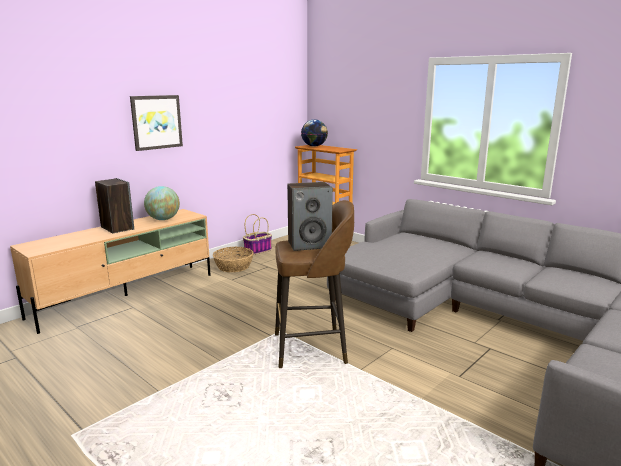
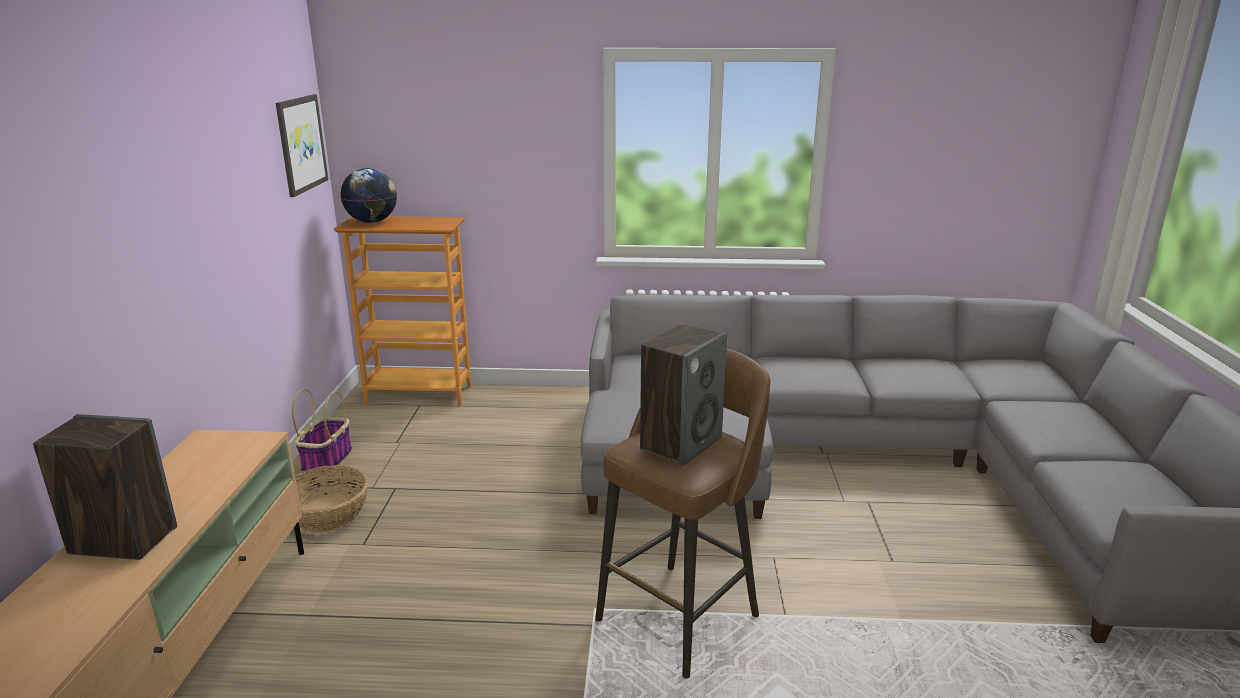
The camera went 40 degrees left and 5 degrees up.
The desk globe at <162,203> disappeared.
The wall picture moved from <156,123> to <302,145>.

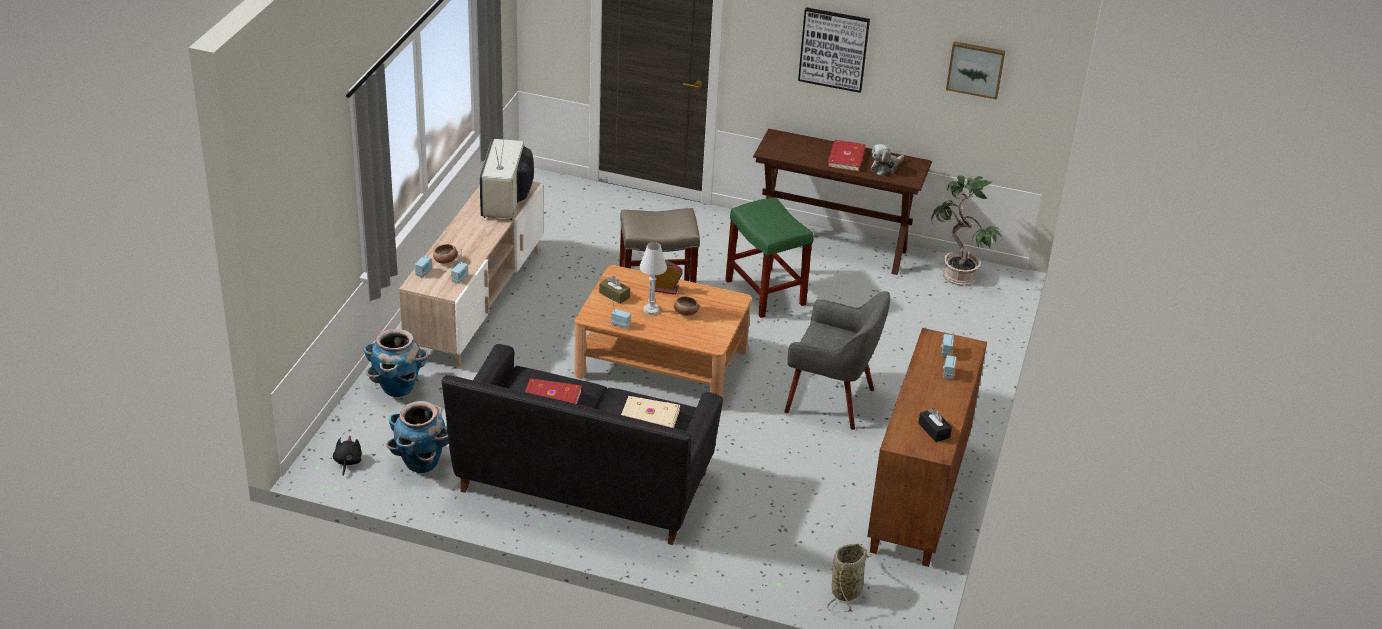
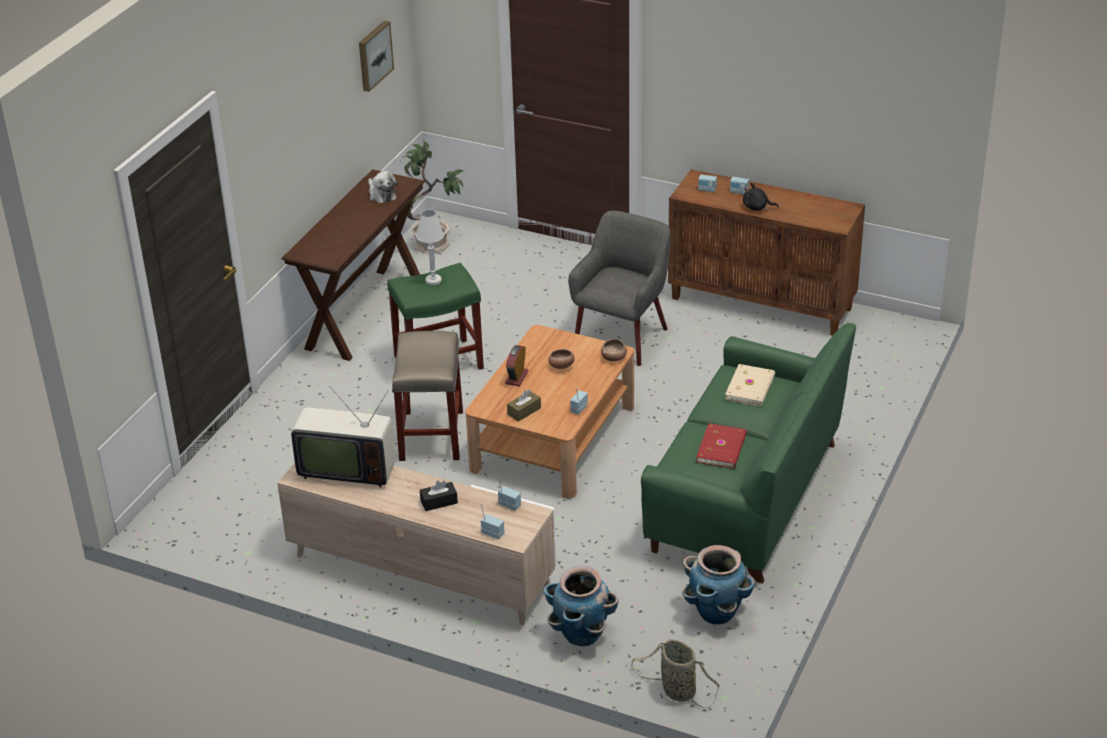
The camera went 80 degrees left and 0 degrees up.
The wall picture at <834,50> disappeared.
The red-coloured volume at <846,156> disappeared.
The blackish soft toy moved from <347,456> to <761,197>.
The bowl moved from <445,254> to <614,350>.
The whitish lamp for a table moved from <653,278> to <430,247>.
The household basket moved from <849,578> to <675,673>.
The blackish tissue holder moved from <935,425> to <439,496>.
The blackish couch at <582,444> became the green couch at <748,453>.

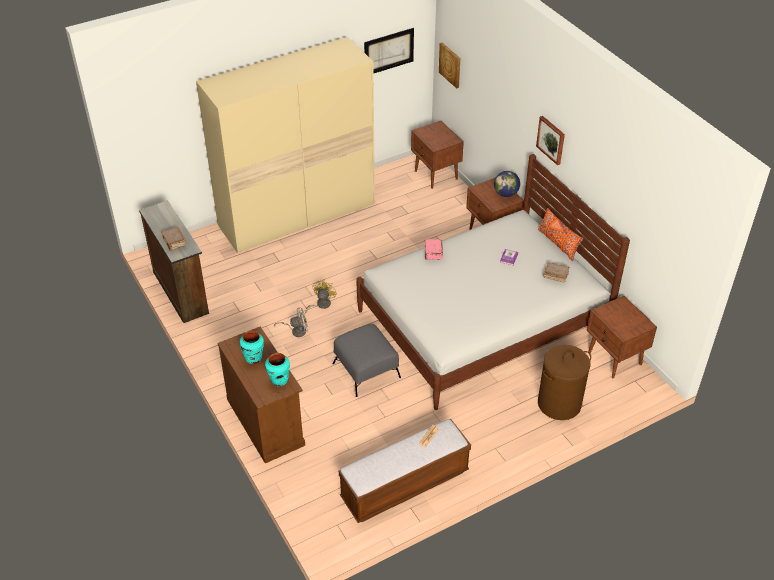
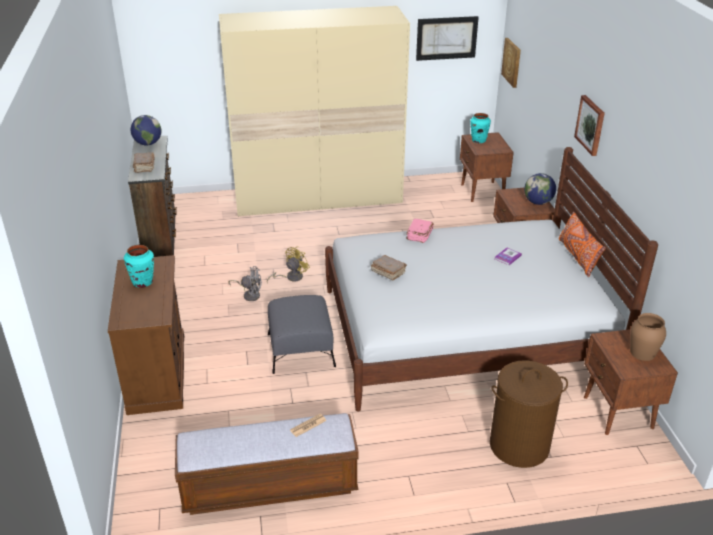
The camera went 20 degrees right and 10 degrees down.
The desk globe at <146,130> appeared.
The brown-coloured decorative vase at <648,337> appeared.
The blue-green decorative vase moved from <277,369> to <480,128>.
The brown-coloured volume moved from <556,272> to <389,267>.

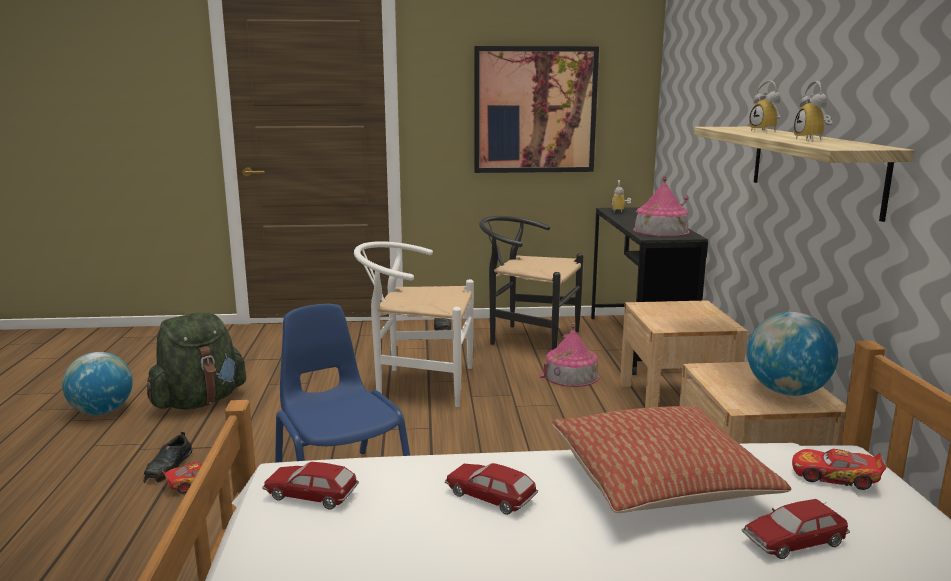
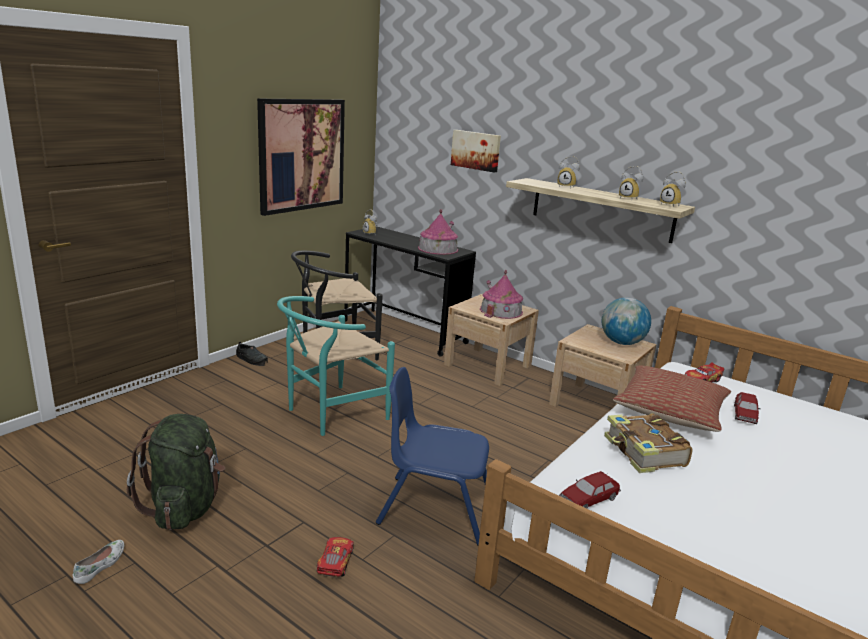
The camera went 50 degrees left and 5 degrees up.
The blackish low shoe at <168,457> disappeared.
The wall picture at <476,151> appeared.
The bedside clock at <673,189> appeared.
The miniature house moved from <569,355> to <501,294>.
The desk globe at <97,383> was replaced by the whitish low shoe at <98,562>.
The model car at <491,489> was replaced by the volume at <648,443>.
The whitish upright chair at <414,324> became the blue-green upright chair at <336,366>.

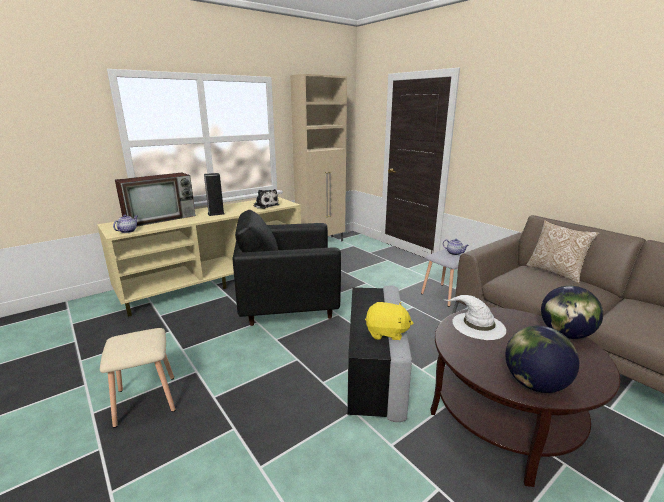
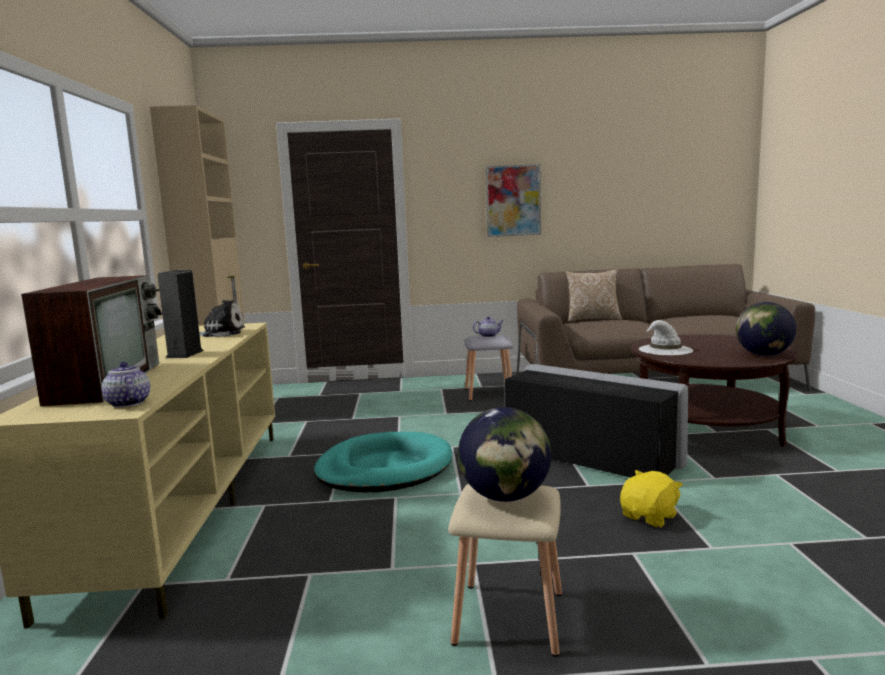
The camera went 55 degrees left and 10 degrees down.
The wall picture at <513,200> appeared.
The yellow-coloured soft toy moved from <389,321> to <651,499>.
The desk globe moved from <572,312> to <504,454>.
The blackish easy chair at <287,268> was replaced by the blue-green dog bed at <383,462>.

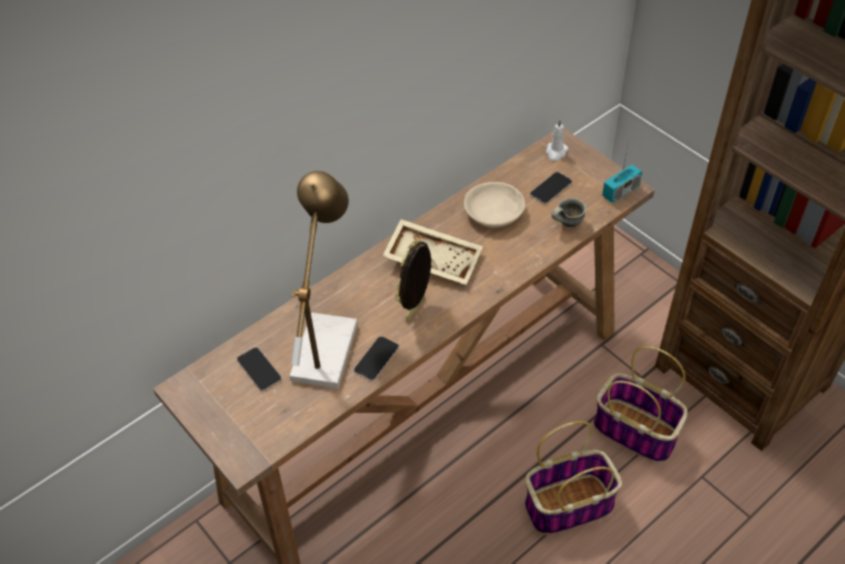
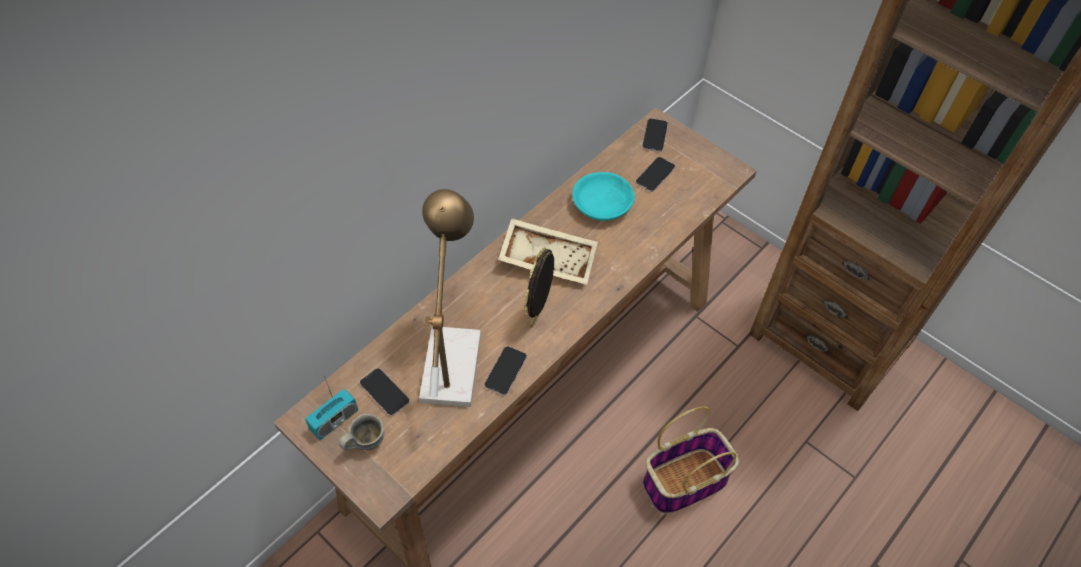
The camera went 10 degrees left and 5 degrees up.
The household basket at <641,404> disappeared.
The gray coffee mug moved from <569,212> to <361,432>.
The radio moved from <622,171> to <331,406>.
The whitish candle at <557,140> was replaced by the handset at <655,135>.
The beige-coloured bowl at <495,205> became the blue-green bowl at <603,196>.

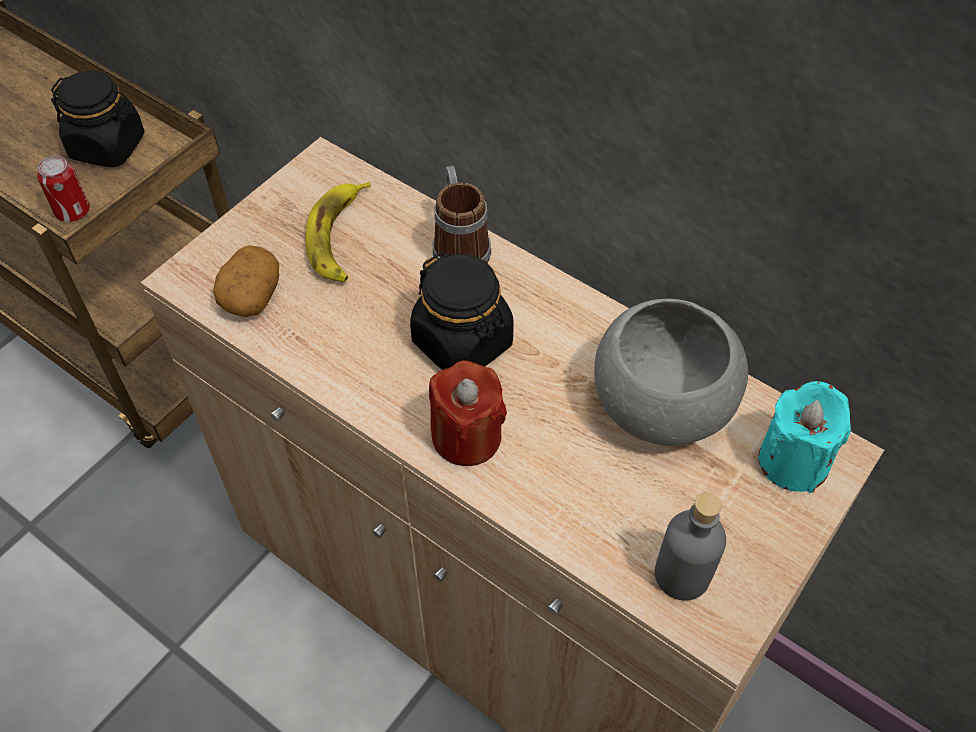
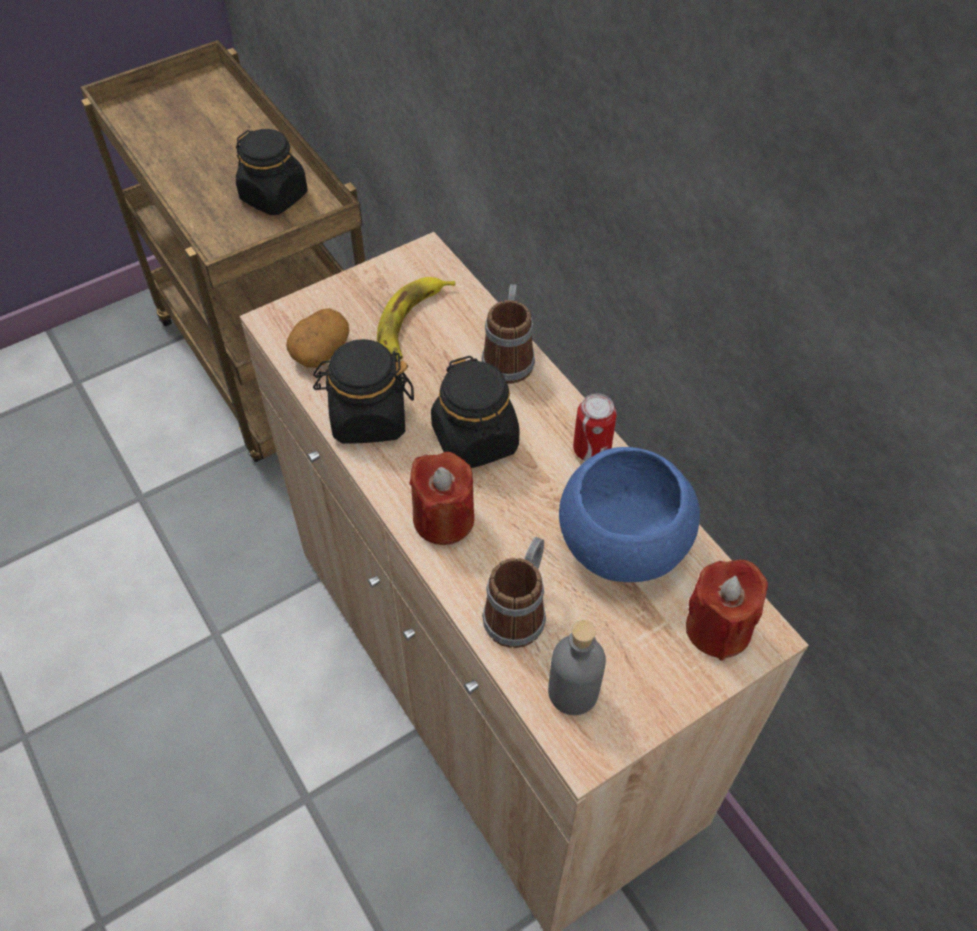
The camera went 20 degrees right and 0 degrees up.
The blackish storage jar at <363,391> appeared.
The coffee mug at <514,592> appeared.
The can moved from <63,189> to <595,427>.
The gray bowl at <671,372> became the blue-coloured bowl at <629,514>.
The blue-green candle at <804,437> became the red-coloured candle at <727,610>.

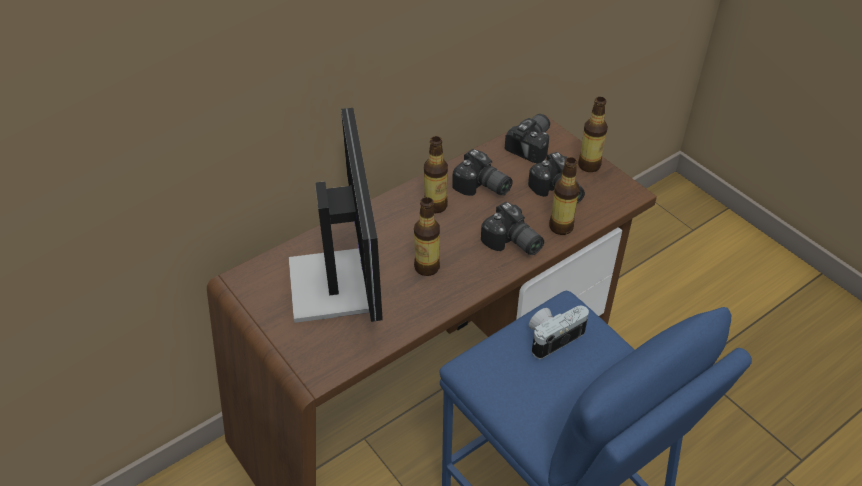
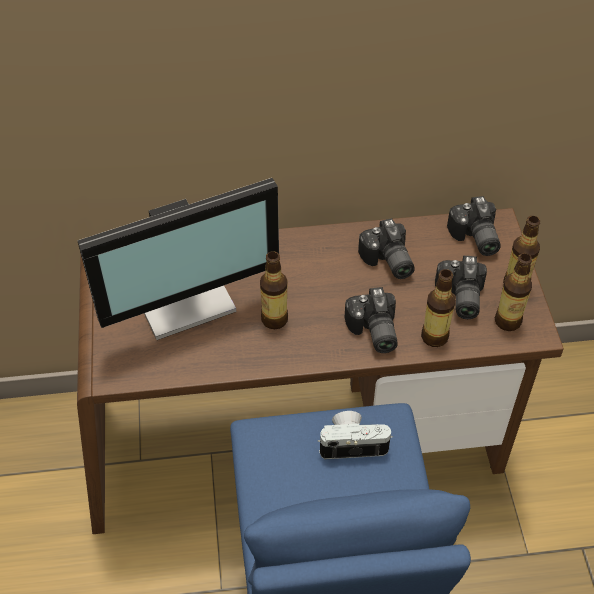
The camera went 30 degrees right and 5 degrees up.
The bottle moved from <436,174> to <513,292>.
The computer screen at <336,215> turned 45 degrees clockwise.
The photo camera at <527,139> turned 105 degrees clockwise.

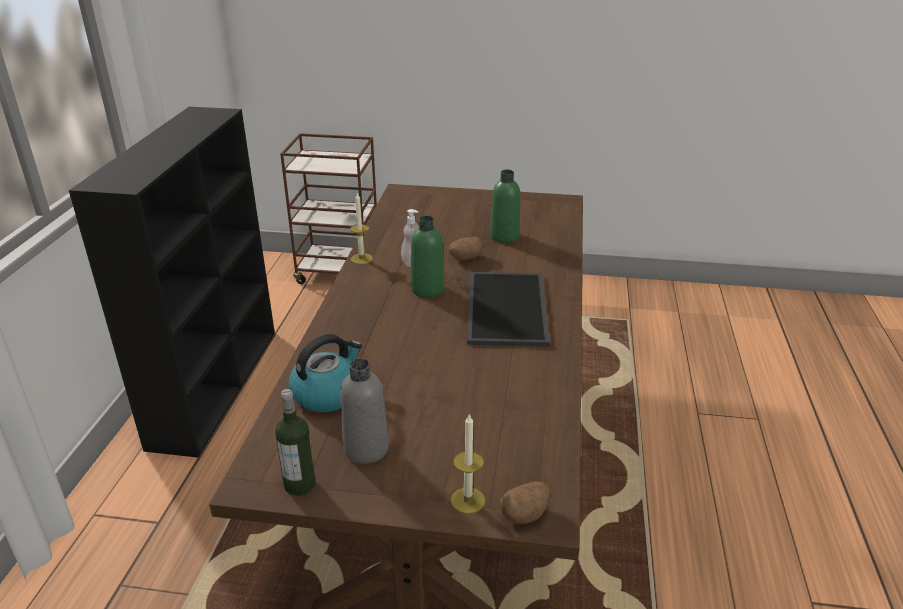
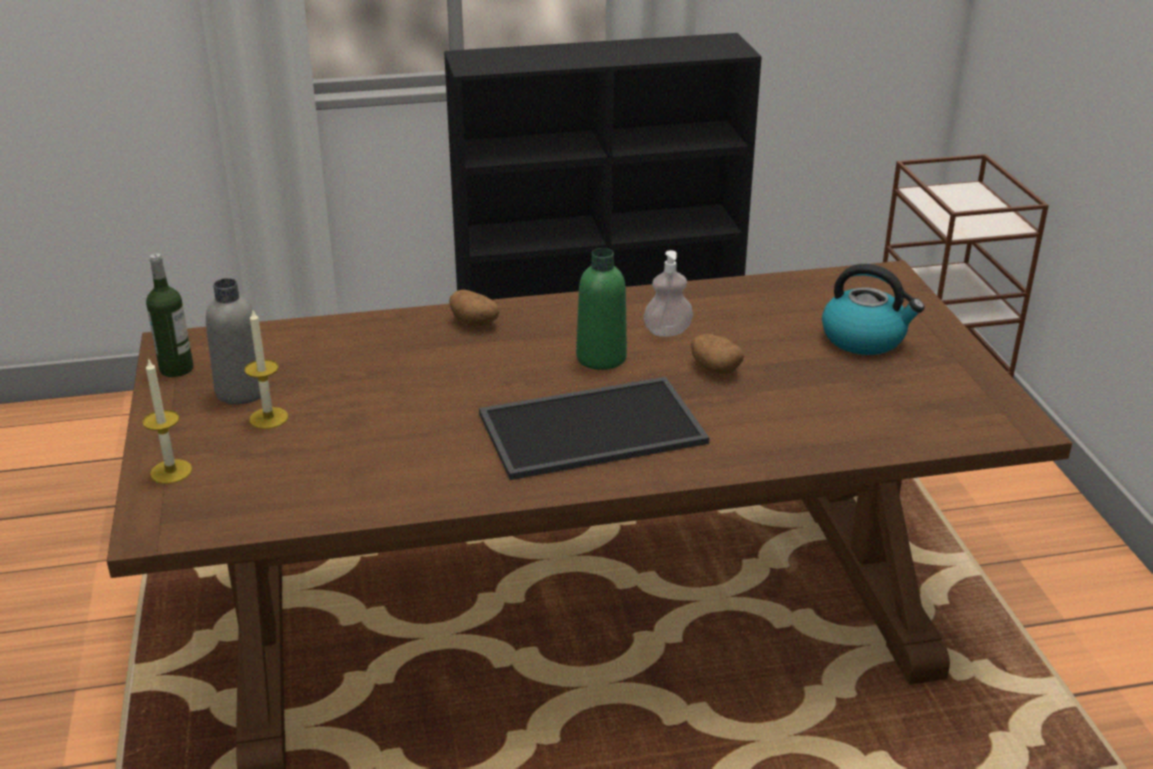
The camera went 70 degrees right and 0 degrees up.
The green bottle at <505,206> disappeared.
The kettle moved from <325,373> to <873,309>.
The candle moved from <361,228> to <266,369>.
The whole potato moved from <525,502> to <474,308>.

